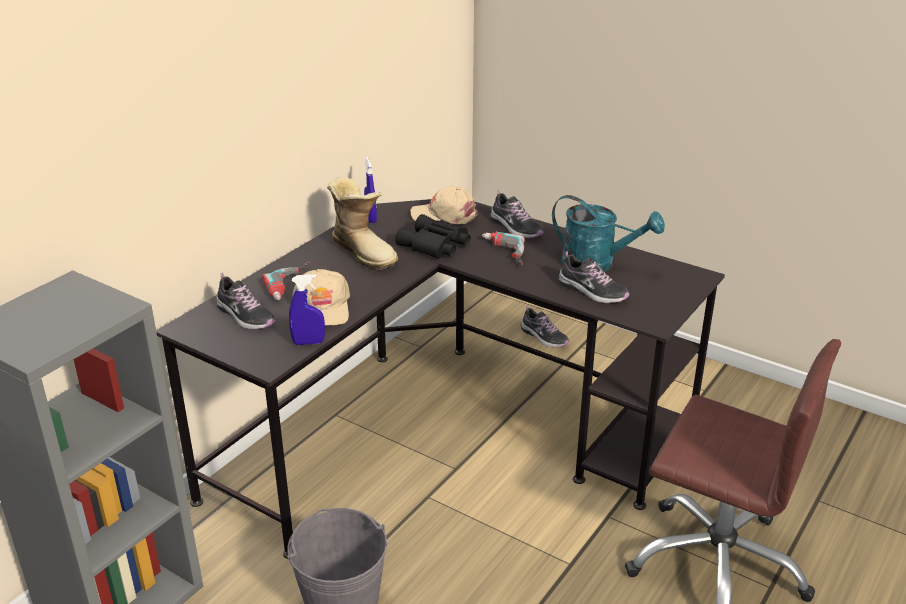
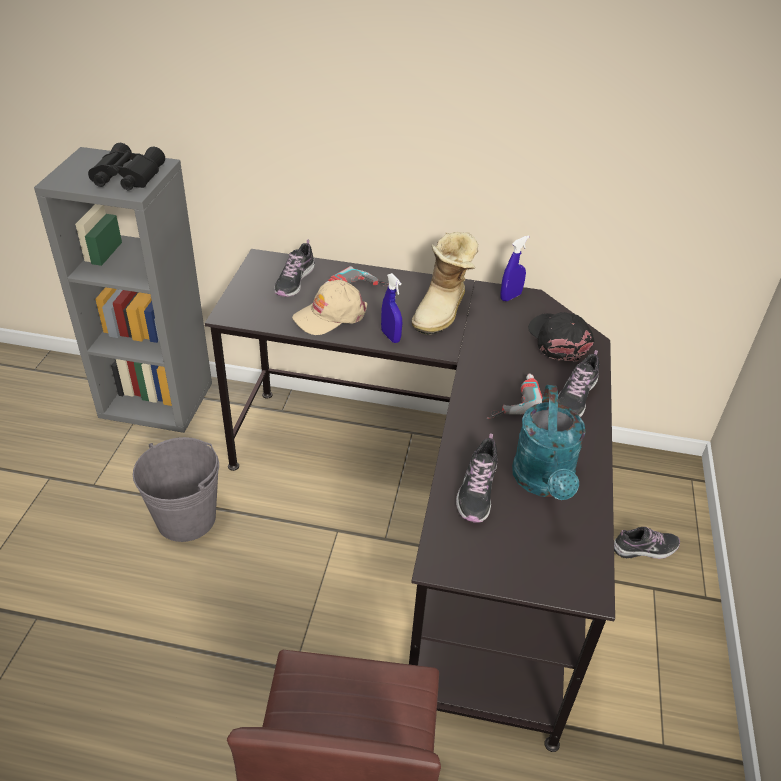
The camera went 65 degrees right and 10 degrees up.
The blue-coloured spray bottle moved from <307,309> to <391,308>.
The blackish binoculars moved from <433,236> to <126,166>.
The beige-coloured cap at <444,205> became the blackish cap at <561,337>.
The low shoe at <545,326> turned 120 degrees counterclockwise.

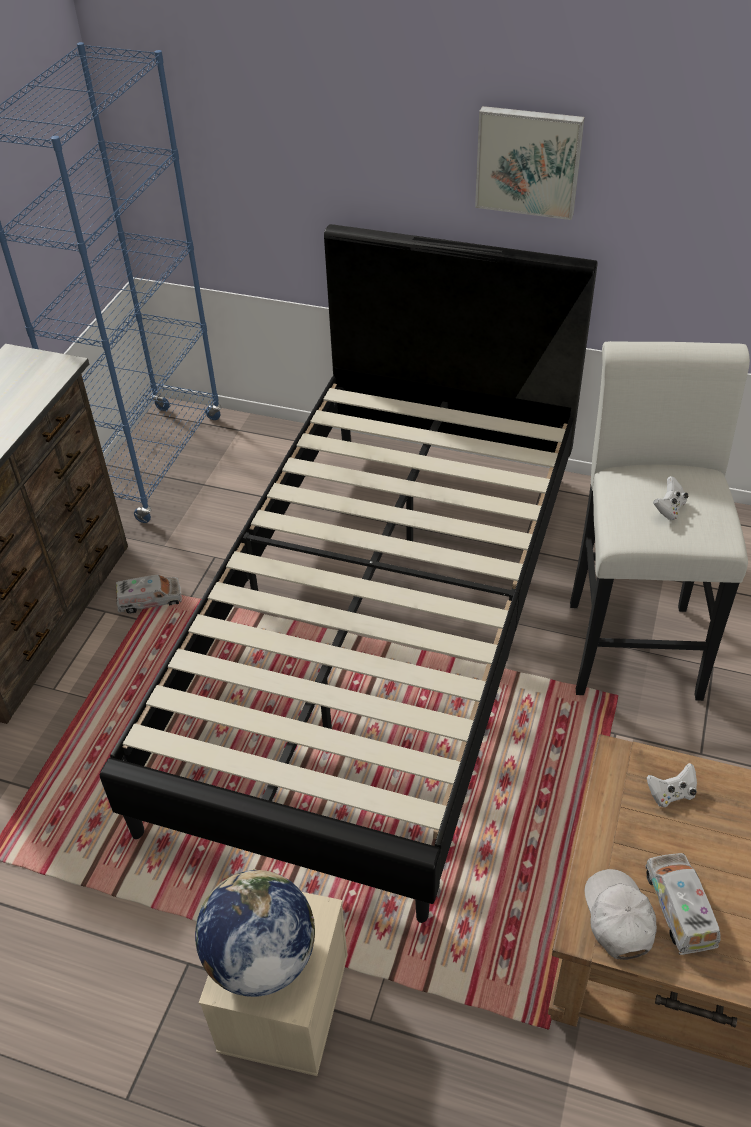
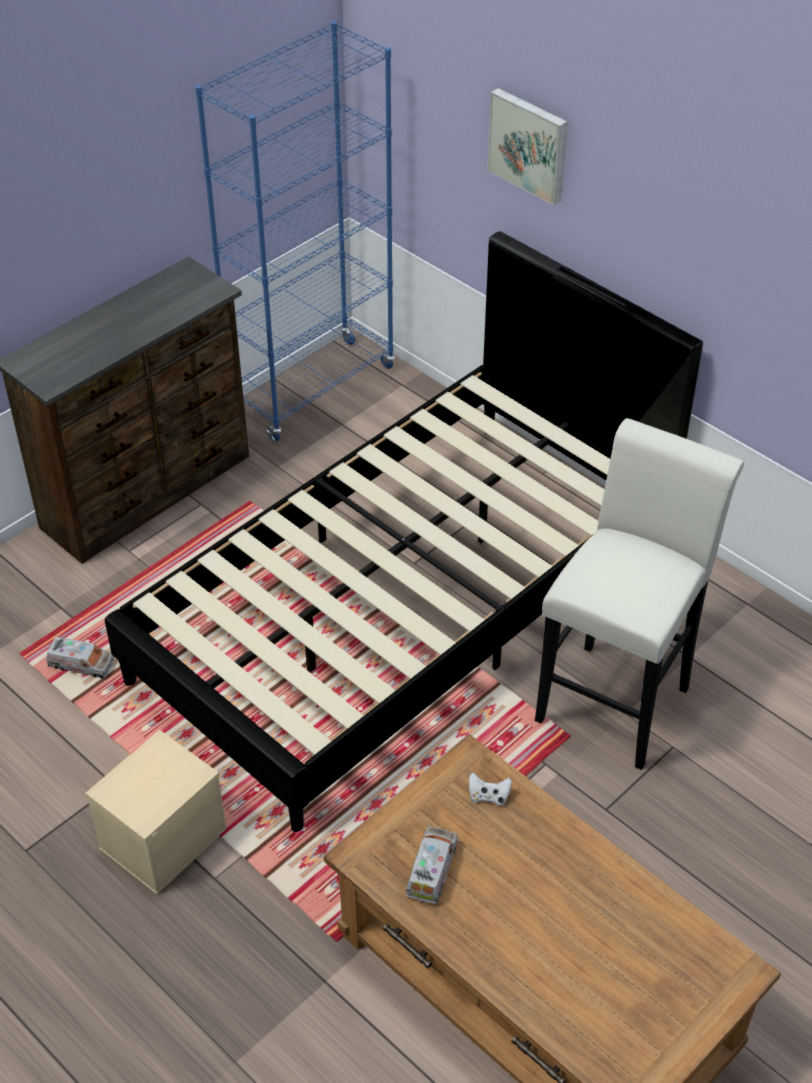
The camera went 25 degrees right and 0 degrees up.
The desk globe at <255,933> disappeared.
The whitish cap at <621,914> disappeared.
The whitish game controller at <670,498> disappeared.
The model truck moved from <149,594> to <80,658>.
The wall picture moved from <530,163> to <527,147>.

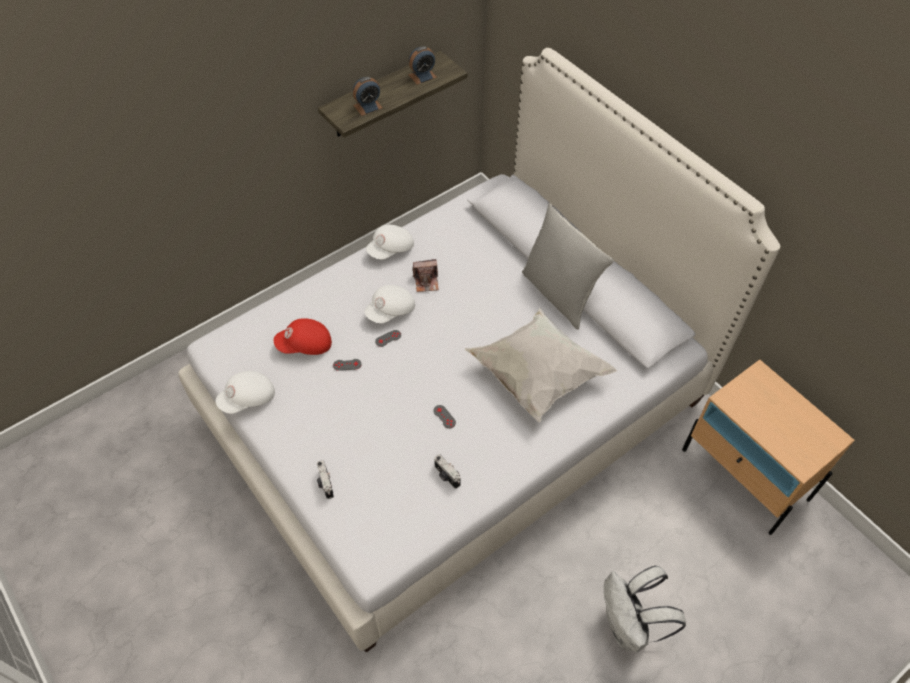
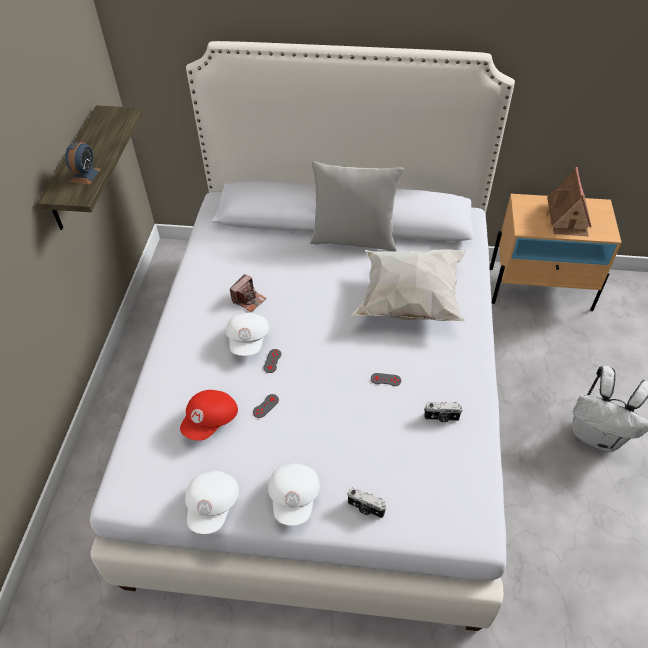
The camera went 45 degrees left and 5 degrees down.
The bedside clock at <422,65> disappeared.
The miniature house at <569,201> appeared.
The whitish cap moved from <390,242> to <294,494>.

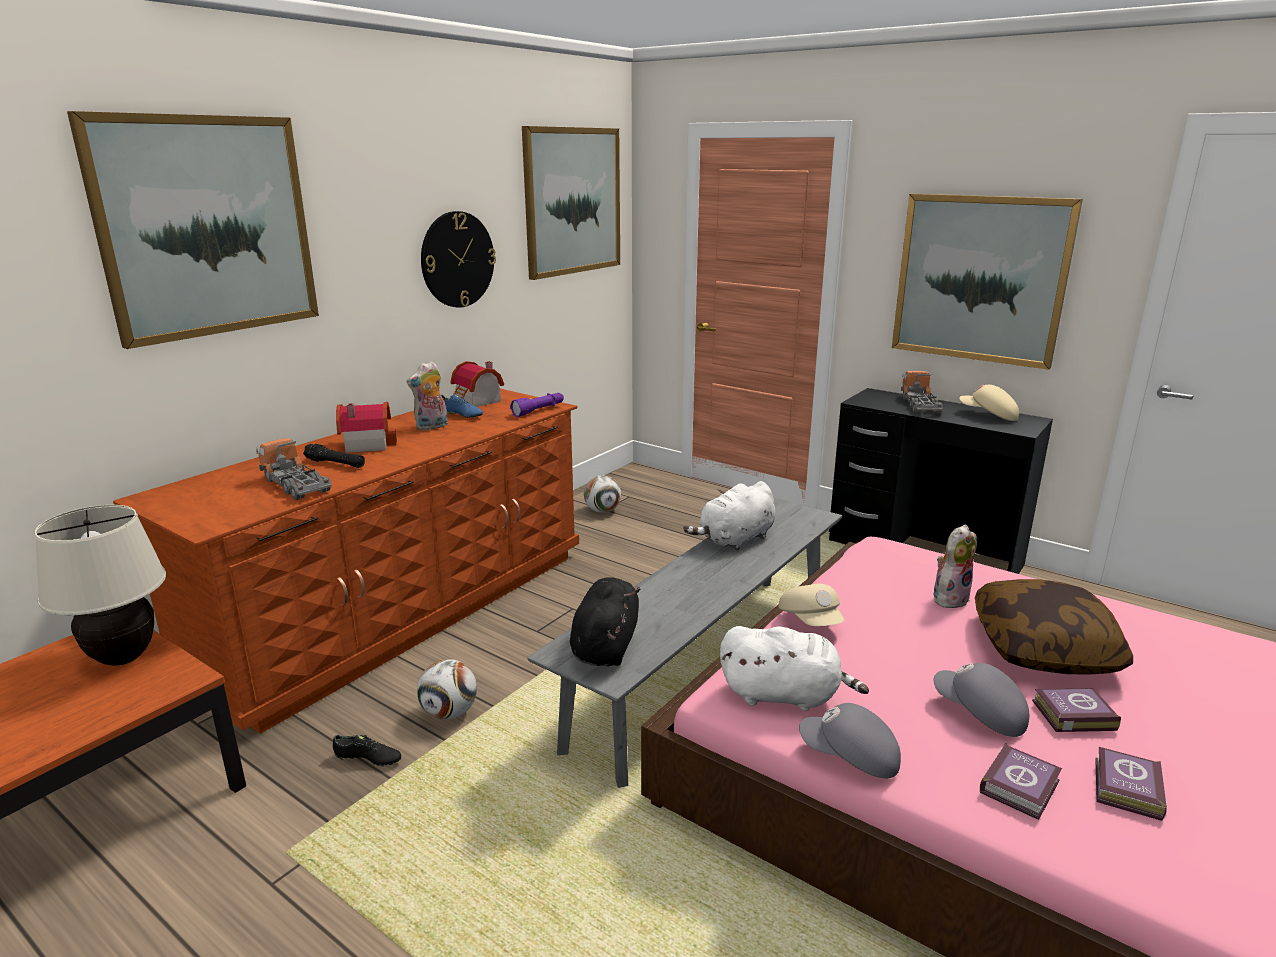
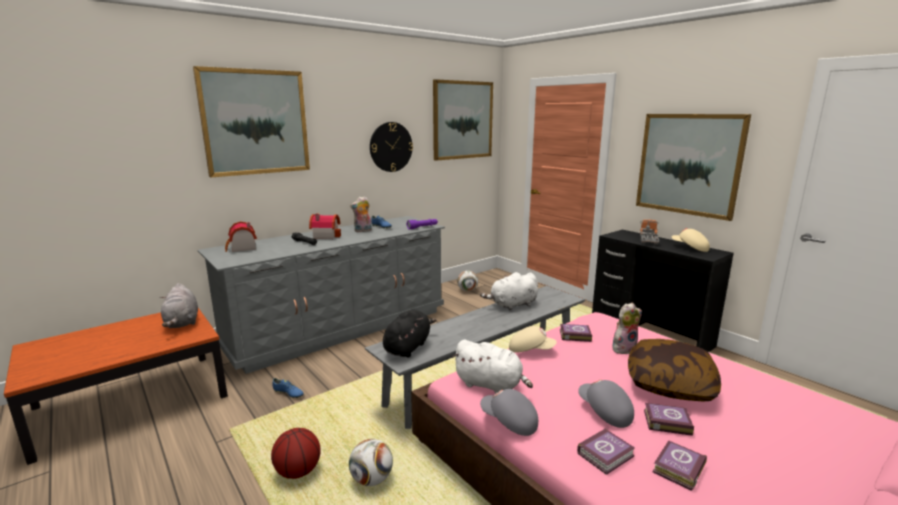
The camera went 15 degrees right and 5 degrees down.
The model truck at <294,469> disappeared.
The basketball ball at <296,453> appeared.
The volume at <576,333> appeared.
The football ball moved from <447,689> to <371,462>.
The miniature house moved from <477,384> to <241,236>.
The beige-coloured lamp for a table at <100,585> was replaced by the gray soft toy at <179,305>.
The brown-coloured drawer chest at <346,561> became the gray drawer chest at <321,295>.
The blackish low shoe at <367,751> became the blue-coloured low shoe at <288,388>.
The beige-coloured cap at <811,605> turned 75 degrees counterclockwise.

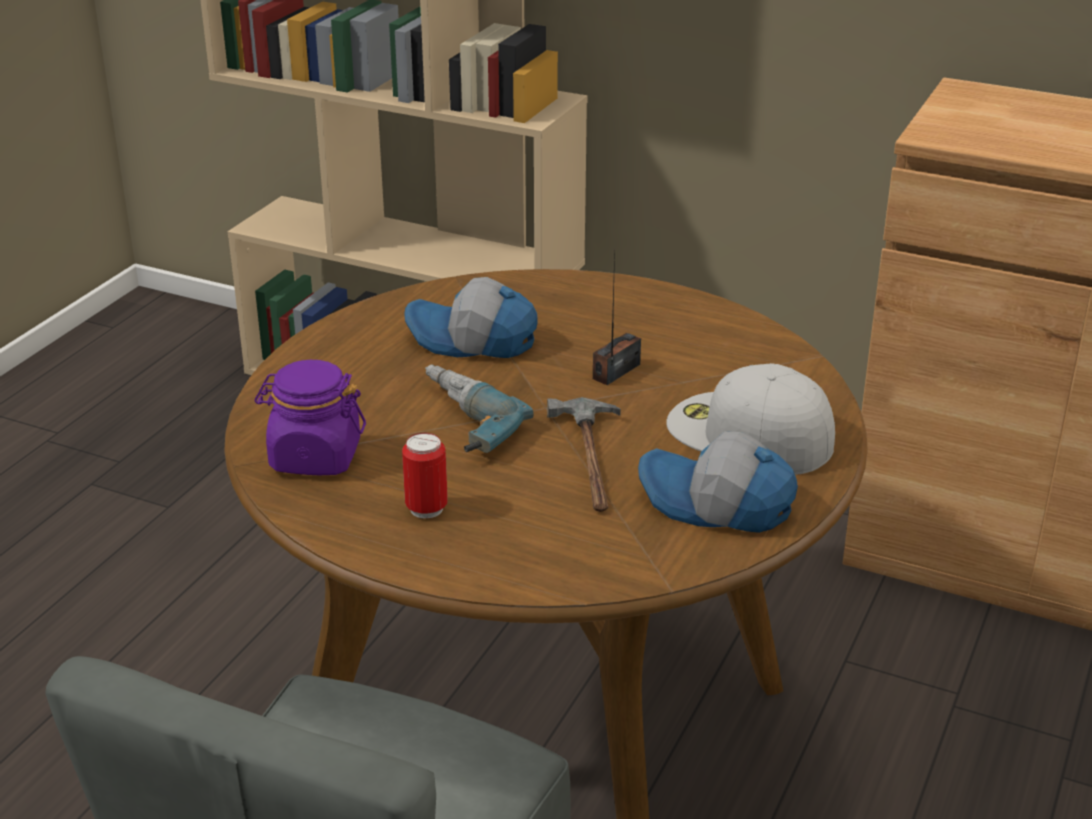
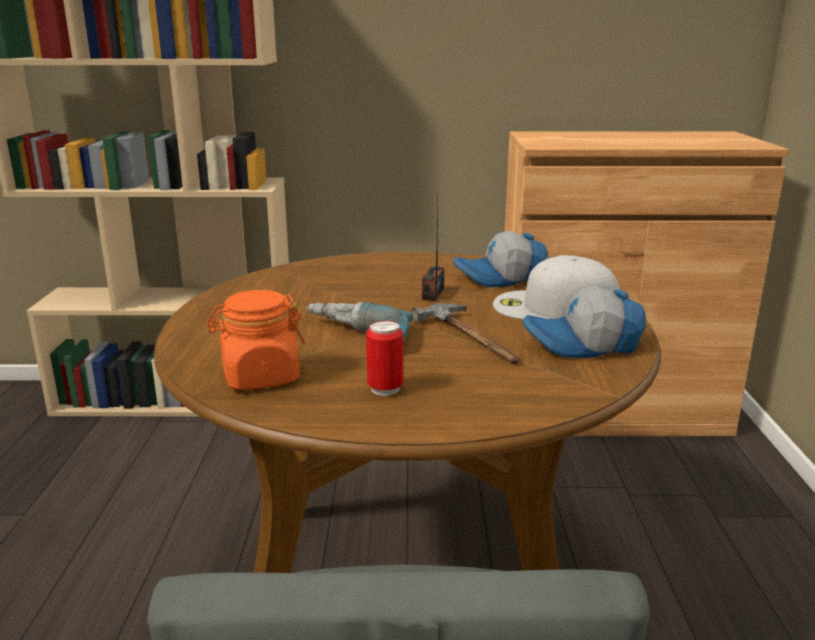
The camera went 25 degrees left and 10 degrees down.
The cap moved from <470,317> to <500,259>.
The purple-coloured storage jar at <310,417> became the orangey storage jar at <256,340>.

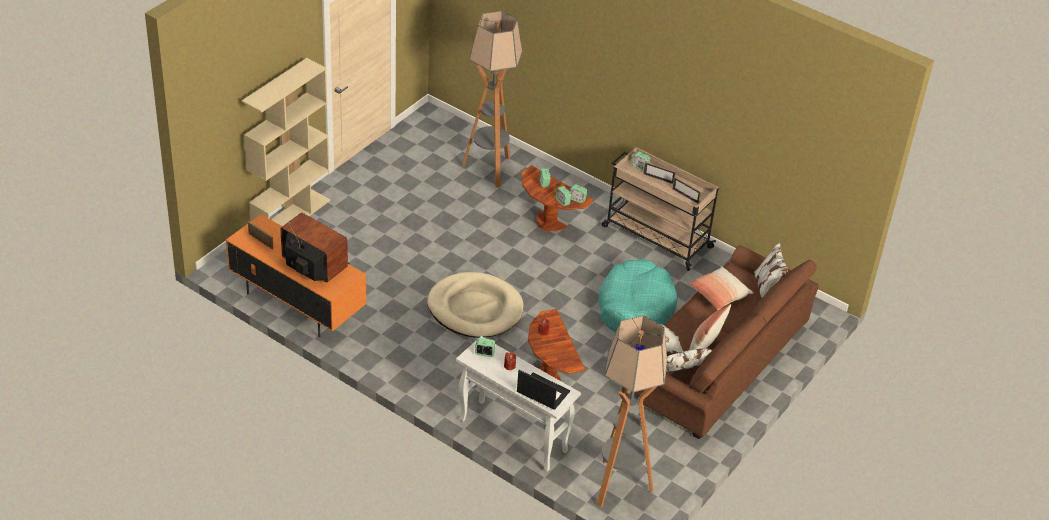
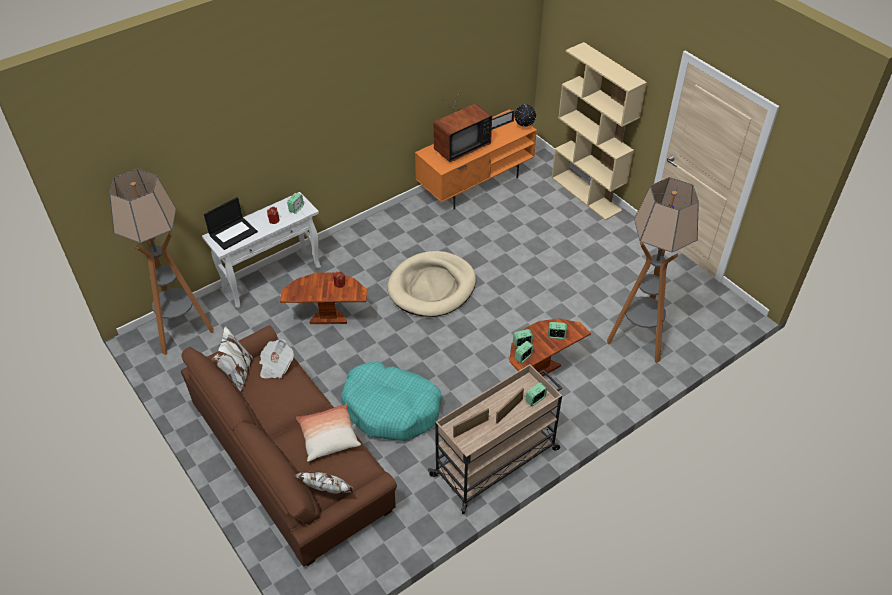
The camera went 110 degrees right and 5 degrees up.
The pillow at <710,327> disappeared.
The desk globe at <525,115> appeared.

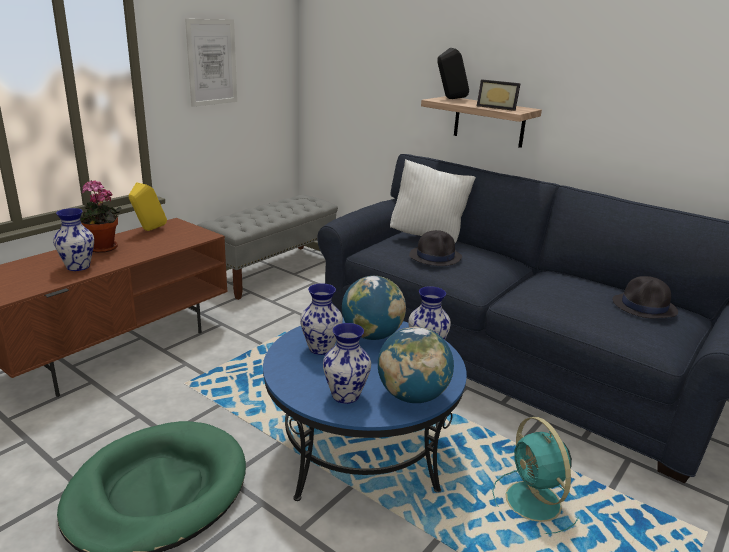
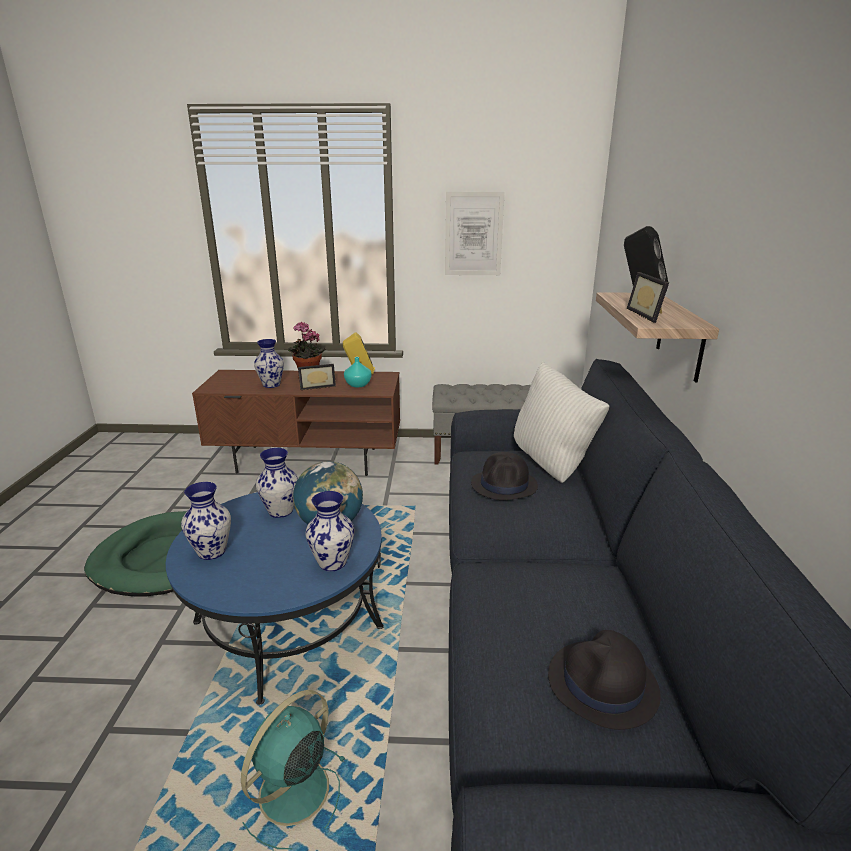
The camera went 55 degrees right and 0 degrees up.
The desk globe at <416,365> disappeared.
The standing frame at <317,377> appeared.
The blue-green decorative vase at <358,372> appeared.

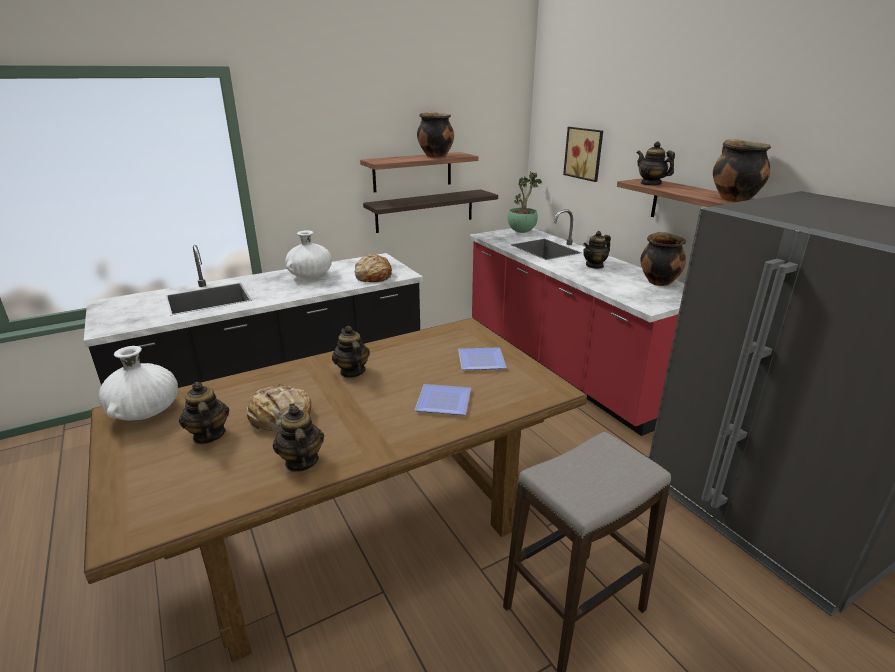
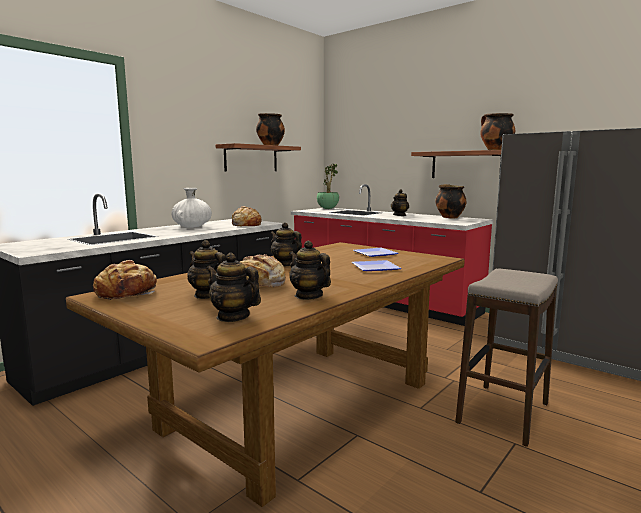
The camera went 20 degrees left and 15 degrees down.
The wall shelf at <430,211> disappeared.
The wall picture at <583,154> disappeared.
The tea pot moved from <656,164> to <233,287>.
The whitish decorative vase at <138,383> was replaced by the baked bread at <125,280>.

